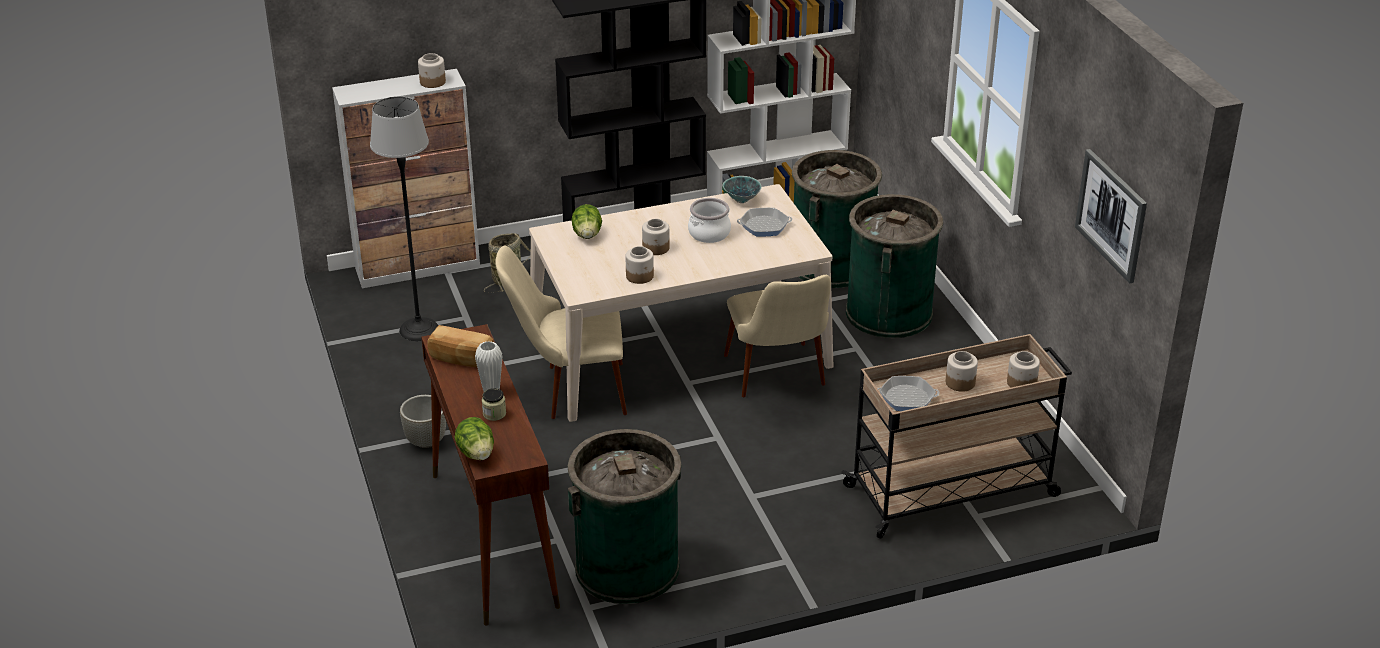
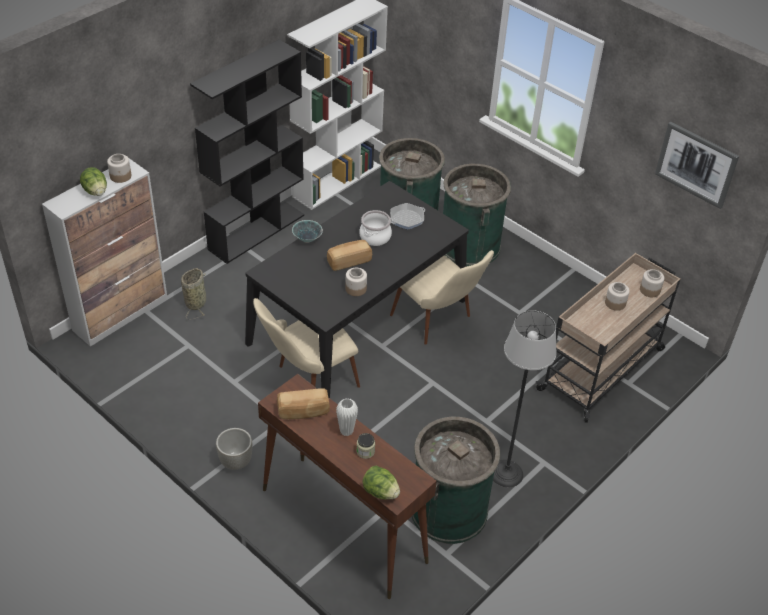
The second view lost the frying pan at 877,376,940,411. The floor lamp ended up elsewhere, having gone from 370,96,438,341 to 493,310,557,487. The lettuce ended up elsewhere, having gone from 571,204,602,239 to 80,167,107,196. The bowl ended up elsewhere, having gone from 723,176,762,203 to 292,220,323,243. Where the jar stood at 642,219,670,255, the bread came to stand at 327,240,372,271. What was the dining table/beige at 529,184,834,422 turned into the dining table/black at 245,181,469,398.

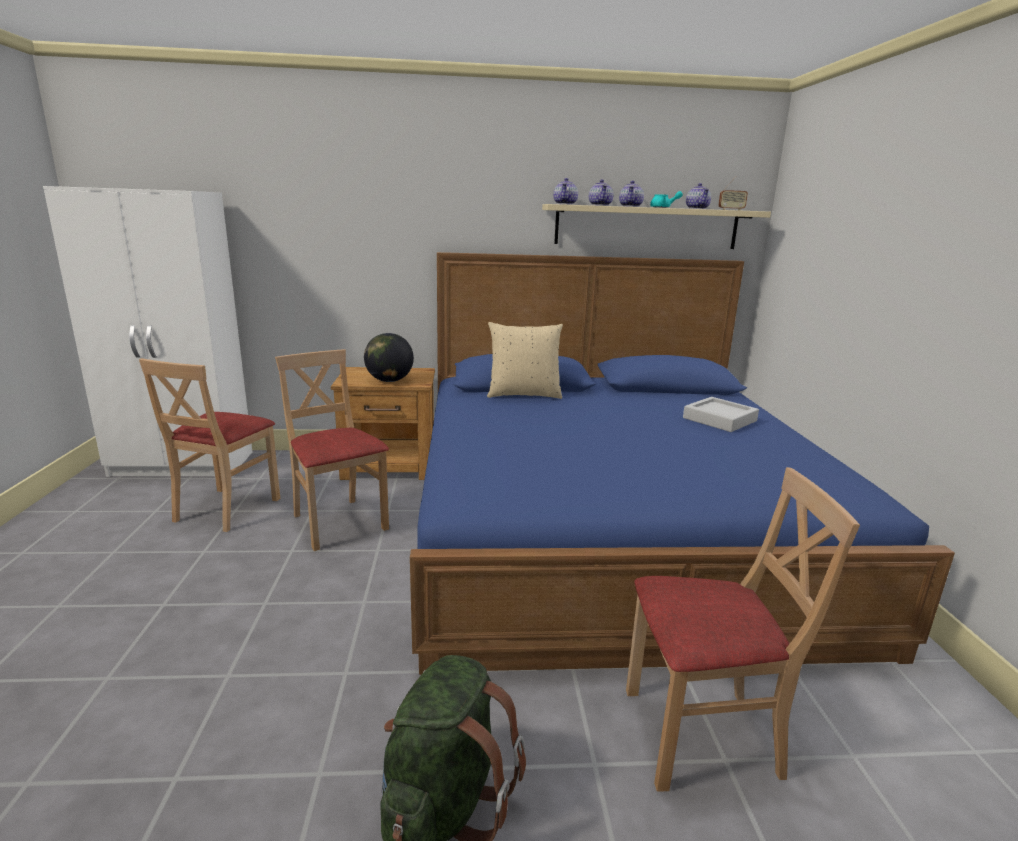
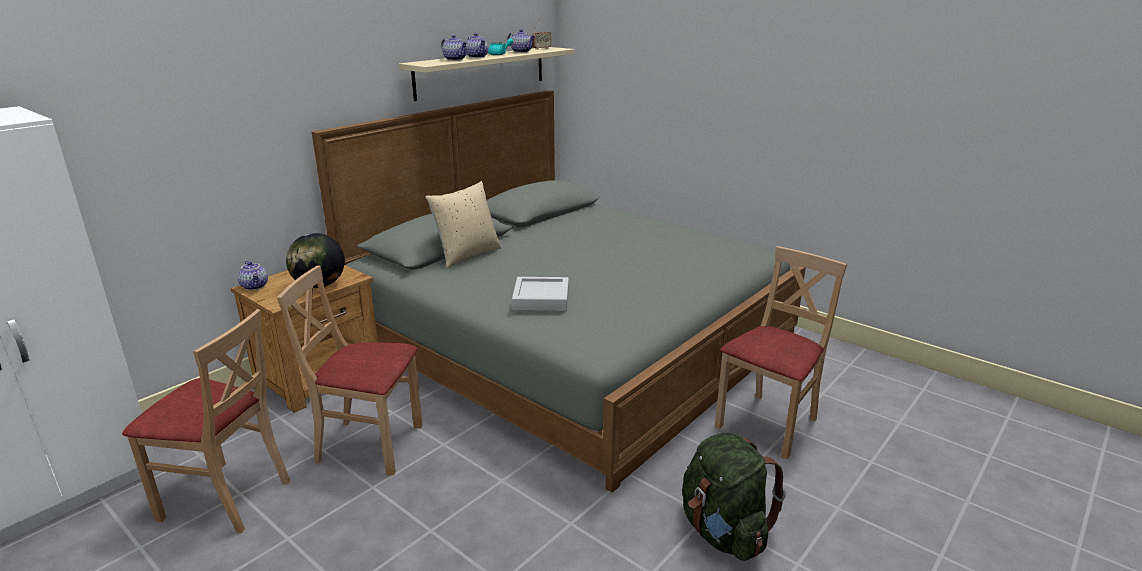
The teapot ended up elsewhere, having gone from 553,178,578,205 to 237,261,268,290. The tray/grey ended up elsewhere, having gone from 683,397,759,432 to 512,277,569,311. What was the bed/blue at 410,252,955,675 turned into the bed/grey at 312,90,806,493. The chair/beige at 139,358,280,532 ended up facing another way, 45 degrees counterclockwise from before.

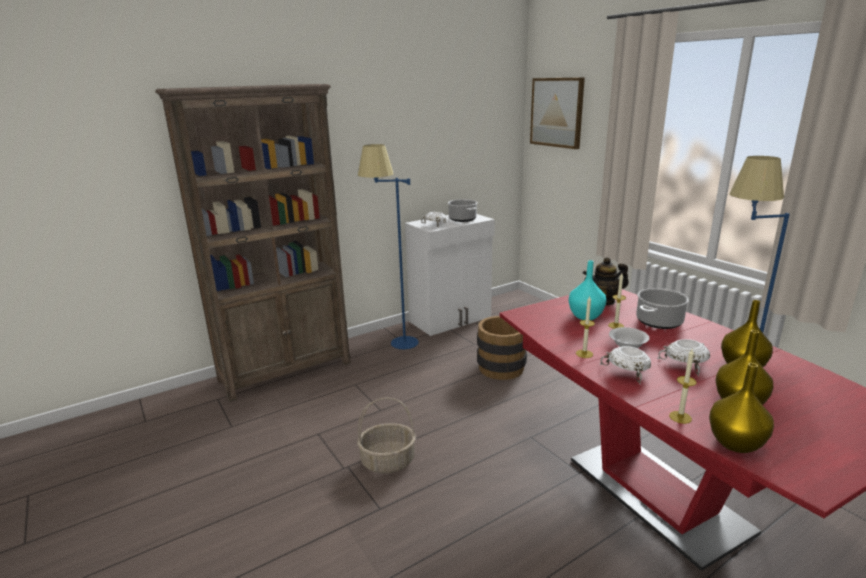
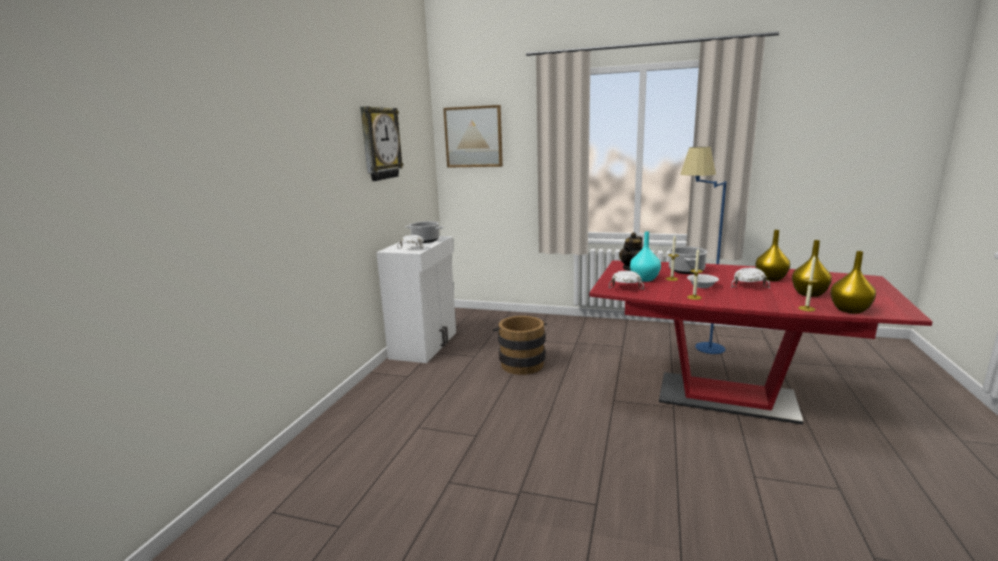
The second view lost the bookcase/brown at 155,84,351,402. The second view lost the basket at 357,397,416,474. The second view lost the floor lamp/blue at 358,144,419,349. The second view gained the wall clock at 360,106,403,181. The bowl/white ended up elsewhere, having gone from 600,346,651,385 to 609,271,645,290.

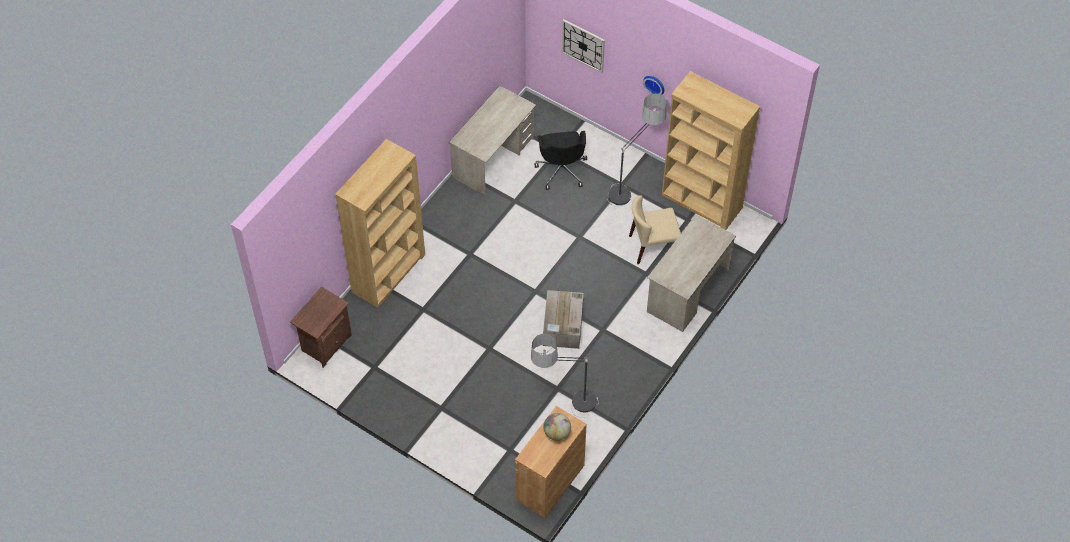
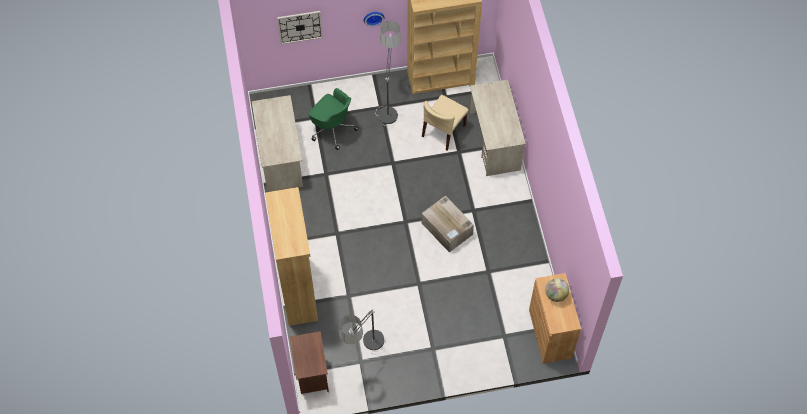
The floor lamp ended up elsewhere, having gone from 531,334,599,418 to 339,310,385,355. What was the office chair/black at 535,131,587,190 turned into the office chair/green at 308,88,359,150.

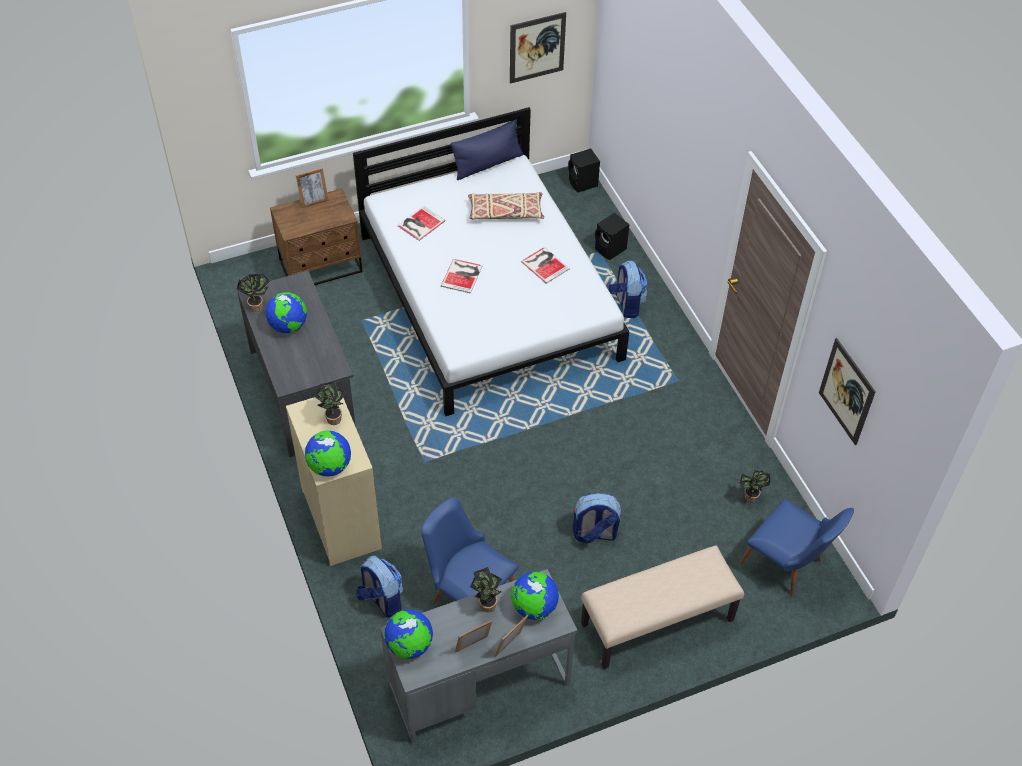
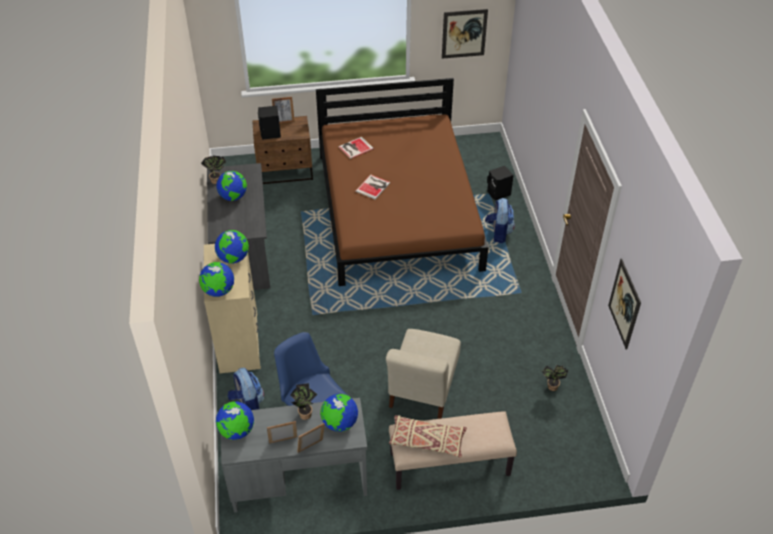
The second view lost the pillow/blue at 450,120,523,180. The second view lost the book at 521,247,570,284. The second view lost the chair/blue at 740,498,854,596. The pillow/beige ended up elsewhere, having gone from 468,192,544,220 to 389,415,467,458. The speaker/black ended up elsewhere, having gone from 568,149,600,192 to 258,106,281,140. Where the potted plant stood at 314,381,346,425, the globe came to stand at 215,230,249,264. Where the backpack stood at 573,493,621,543, the chair/beige came to stand at 386,329,461,419. What was the bed/white at 353,107,629,416 turned into the bed/brown at 316,78,488,286.

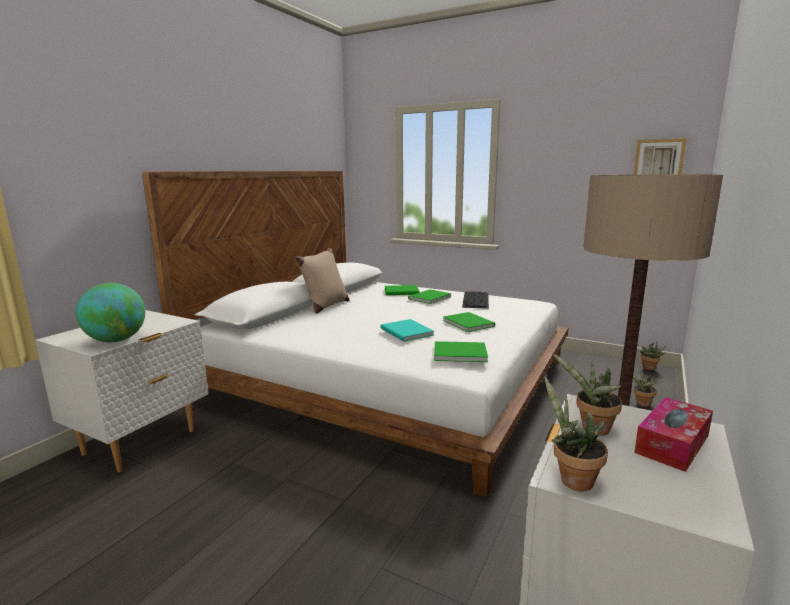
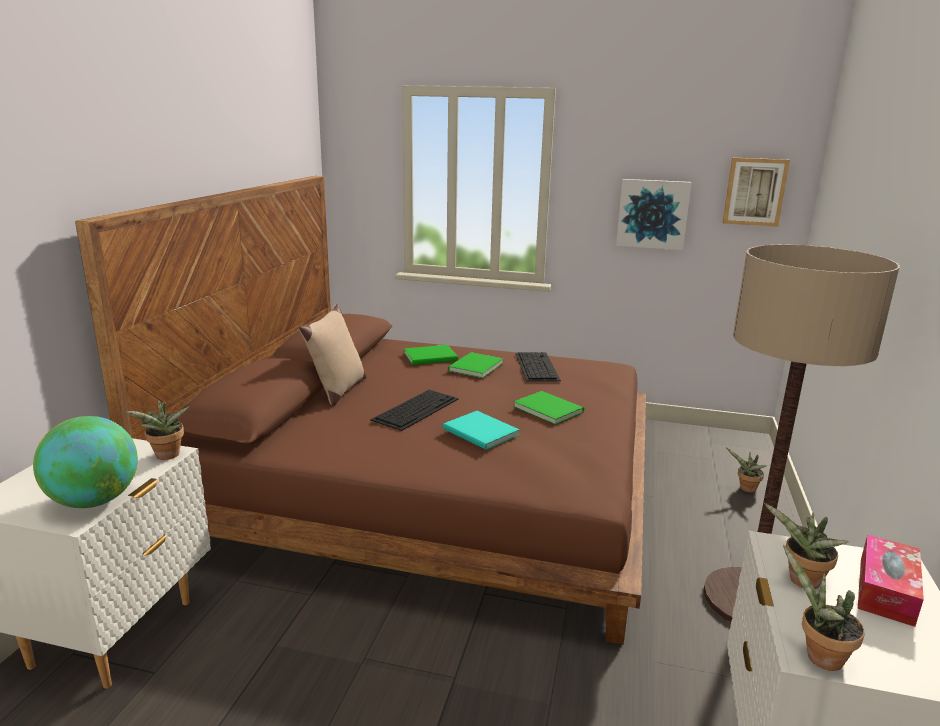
The second view lost the book/green at 434,341,488,362. The second view gained the keyboard at 370,390,459,431. The second view gained the picture at 616,179,692,250. The potted plant ended up elsewhere, having gone from 640,342,667,370 to 124,400,189,460. What was the bed/white at 142,171,569,498 turned into the bed/brown at 75,176,646,645.

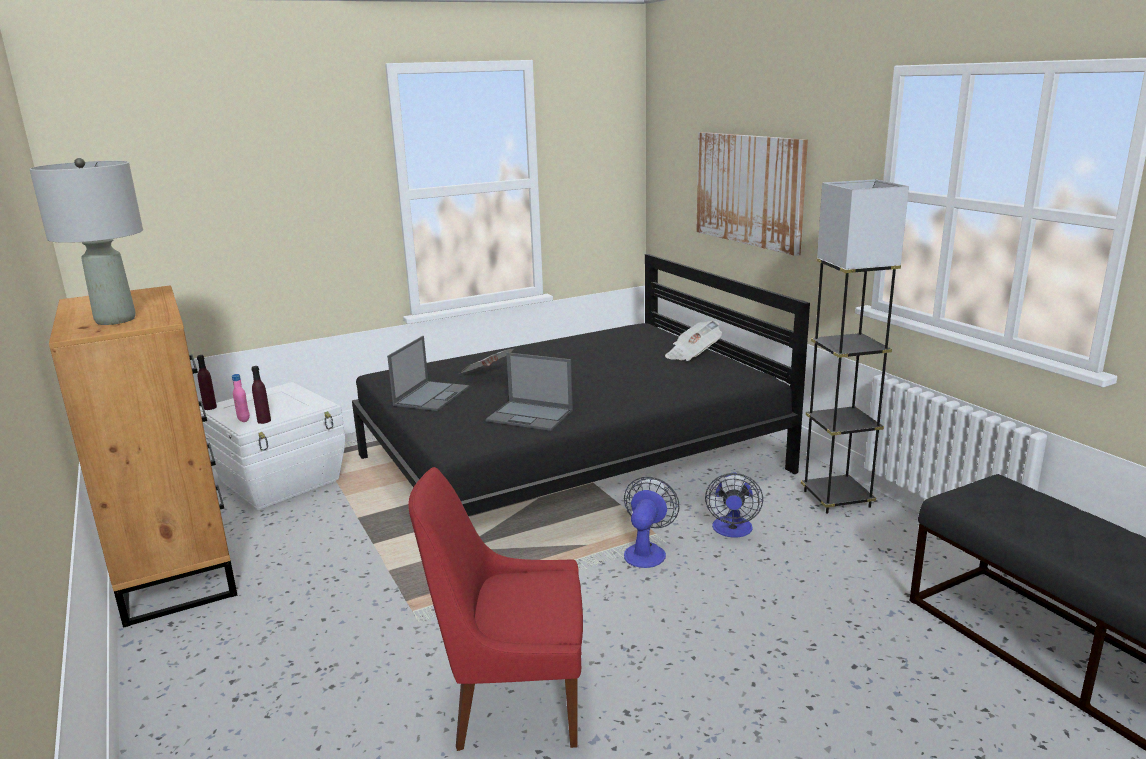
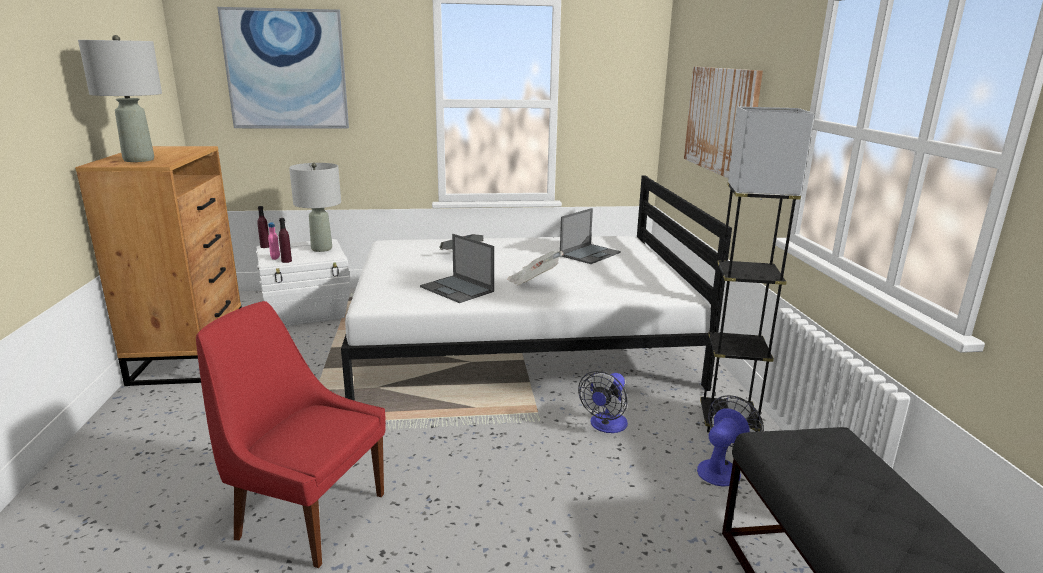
The second view gained the picture at 217,7,349,129. The second view gained the table lamp/grey at 289,163,341,252. The laptop ended up elsewhere, having gone from 387,336,469,411 to 560,208,621,264. The fan ended up elsewhere, having gone from 624,477,679,568 to 697,395,764,487. The newspaper ended up elsewhere, having gone from 665,321,722,361 to 508,251,564,285. What was the bed/black at 352,254,810,516 turned into the bed/white at 341,175,732,401.

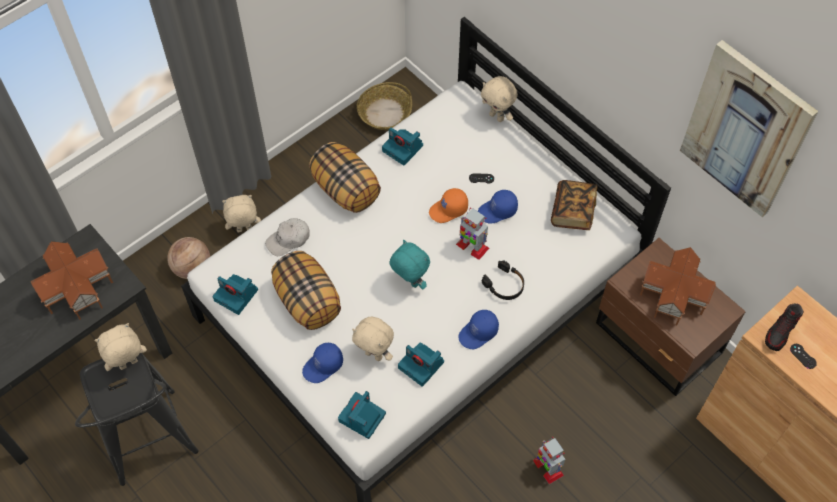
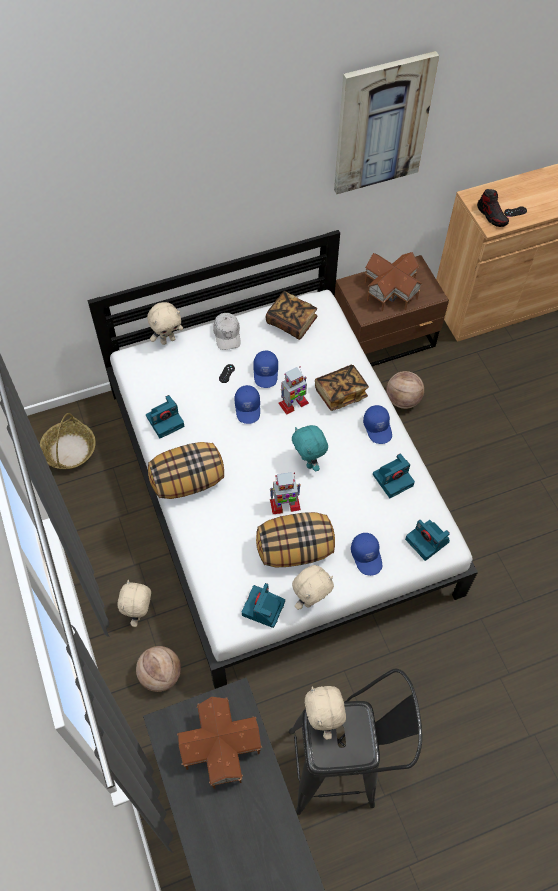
The second view gained the basketball at 386,371,424,409. The cap/white ended up elsewhere, having gone from 265,218,310,256 to 213,313,240,350. The plush toy/beige ended up elsewhere, having gone from 352,317,394,361 to 292,565,334,610. The toy robot ended up elsewhere, having gone from 533,437,565,484 to 270,472,301,514. Where the headphones/black stood at 482,260,524,300, the book came to stand at 315,364,369,411. What was the cap/orange at 429,188,468,223 turned into the cap/blue at 235,385,260,424. The photo camera at 213,274,258,315 ended up facing another way, 150 degrees clockwise from before. The plush toy/turquoise at 390,240,430,289 ended up facing another way, 90 degrees counterclockwise from before.

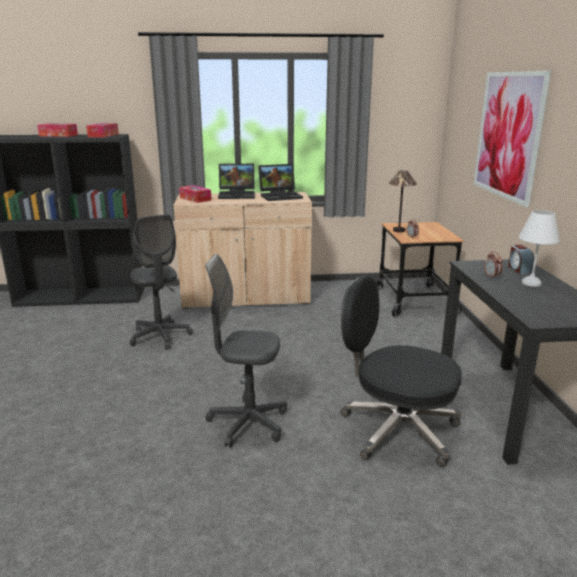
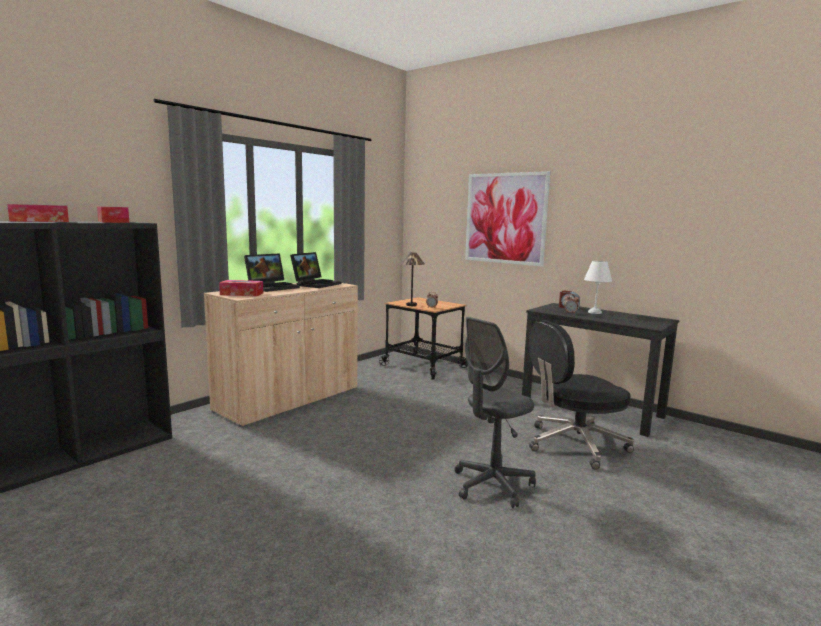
The second view lost the office chair/grey at 130,214,193,350.

